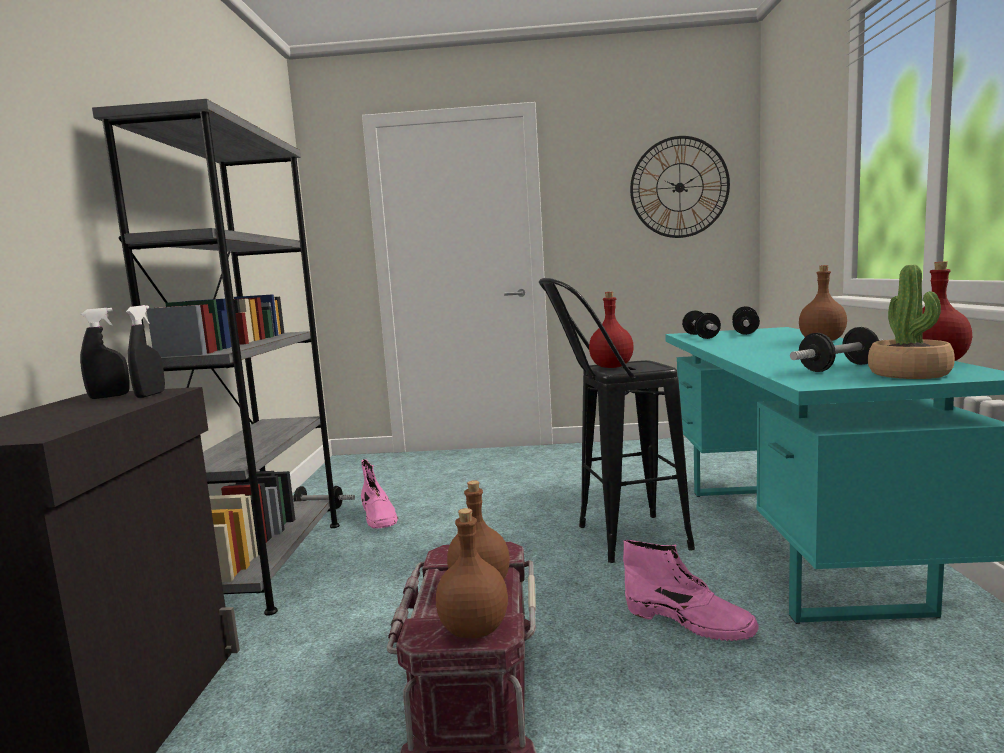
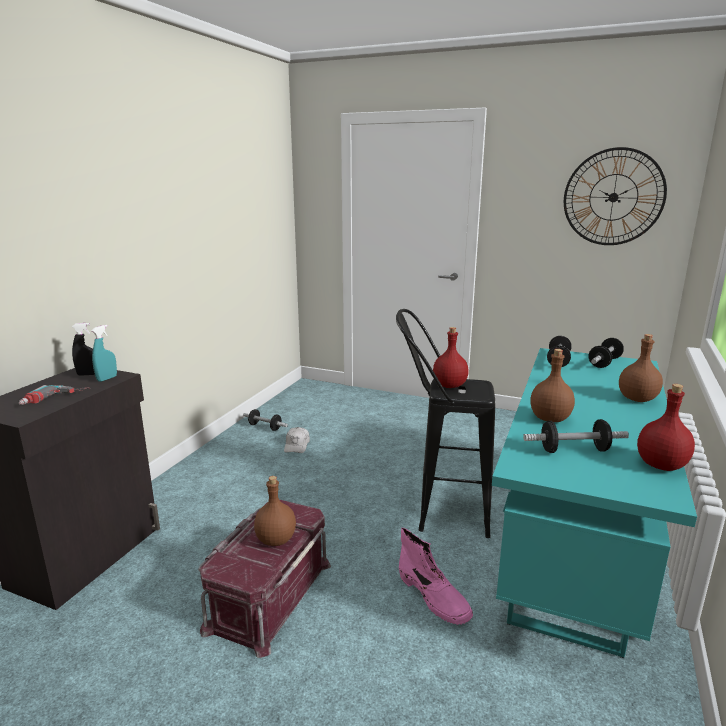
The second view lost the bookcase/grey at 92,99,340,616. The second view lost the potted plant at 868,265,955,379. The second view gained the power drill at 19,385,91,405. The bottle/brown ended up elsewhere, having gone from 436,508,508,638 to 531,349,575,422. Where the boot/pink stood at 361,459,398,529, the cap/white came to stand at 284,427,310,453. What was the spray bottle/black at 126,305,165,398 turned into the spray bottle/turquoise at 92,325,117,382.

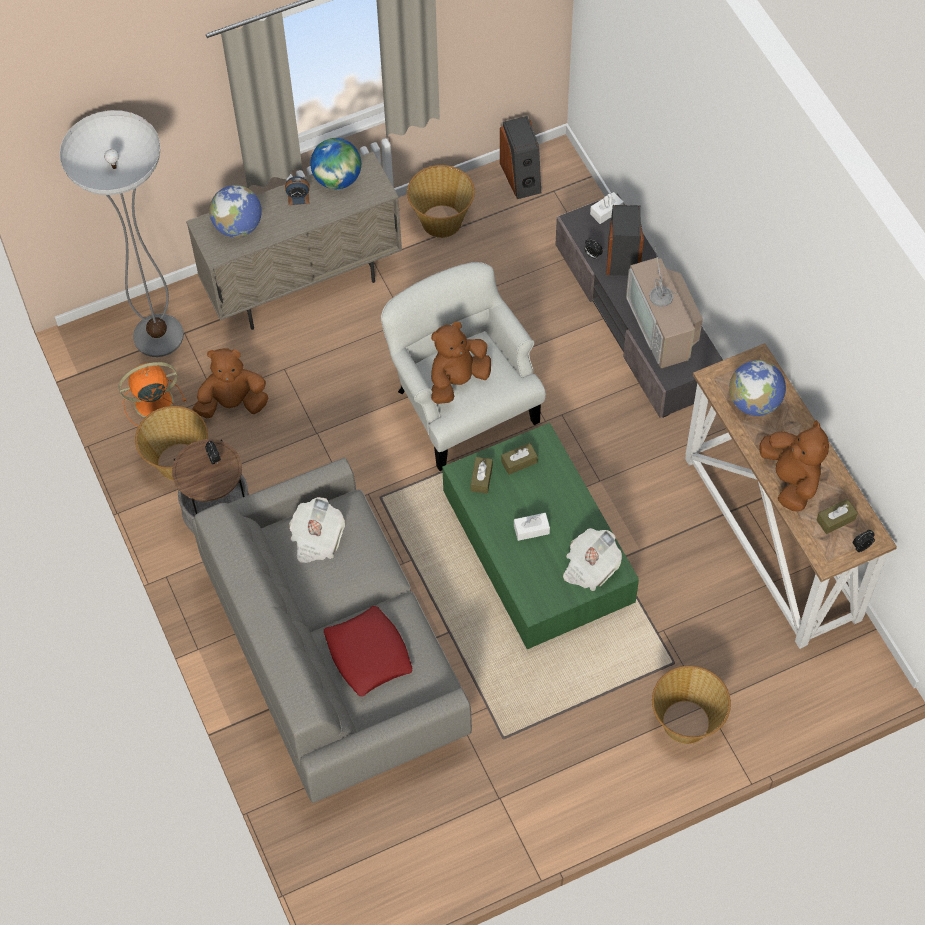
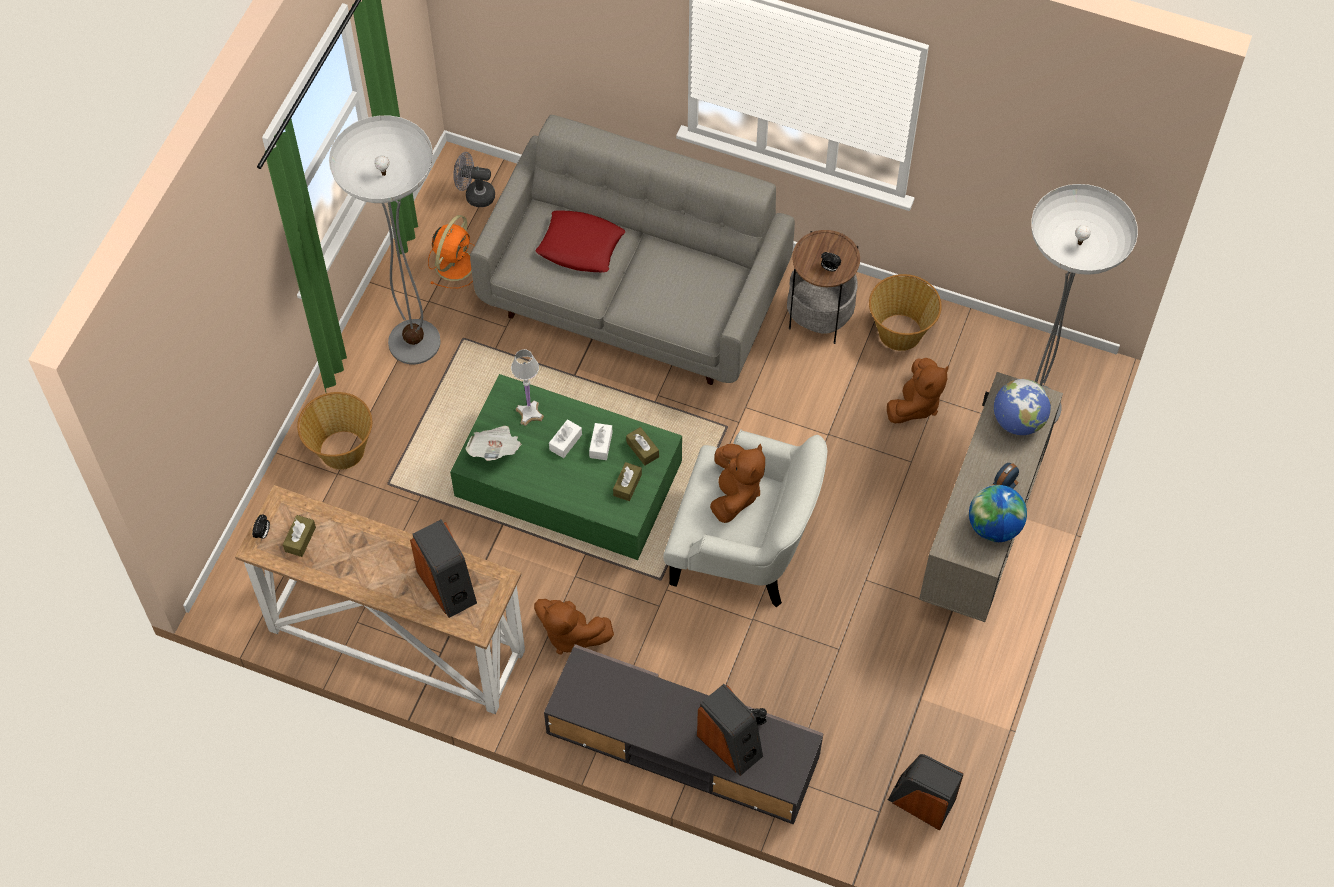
The second view lost the newspaper at 289,497,345,563. The second view lost the basket at 407,165,475,238. The second view lost the television at 626,246,703,368. The second view gained the floor lamp at 329,115,441,364. The second view gained the fan/grey at 453,152,495,207. The second view gained the table lamp/white at 511,349,544,426. The fan/orange ended up elsewhere, having gone from 119,362,186,426 to 428,215,475,288. The tissue box/white ended up elsewhere, having gone from 590,192,624,224 to 589,423,612,460. The plush toy/brown ended up elsewhere, having gone from 759,420,829,511 to 534,599,614,655. Where the globe stood at 729,360,786,416, the speaker came to stand at 410,519,477,618.

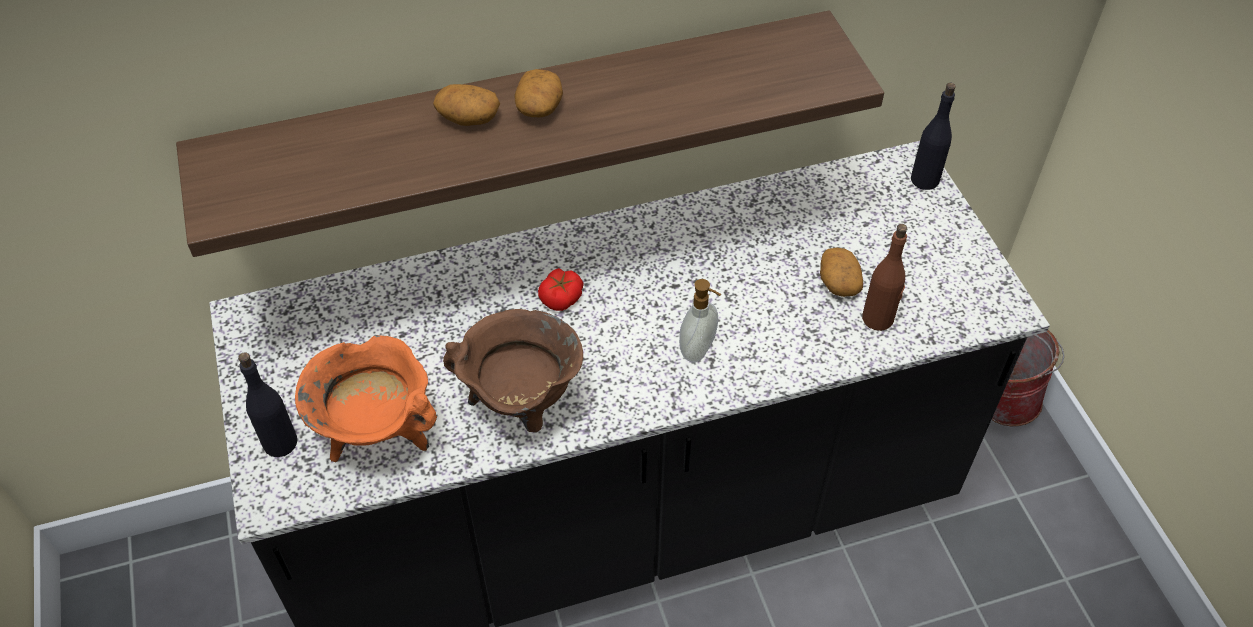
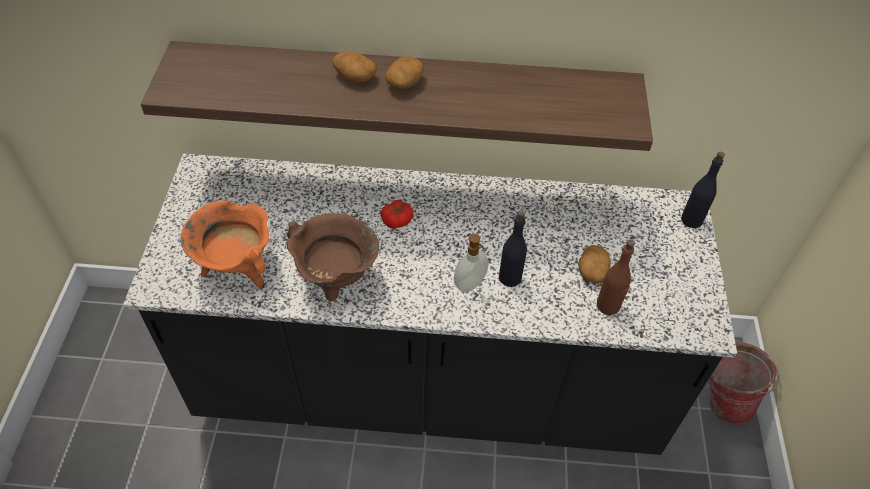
The bottle/black ended up elsewhere, having gone from 238,352,297,457 to 499,210,527,287.

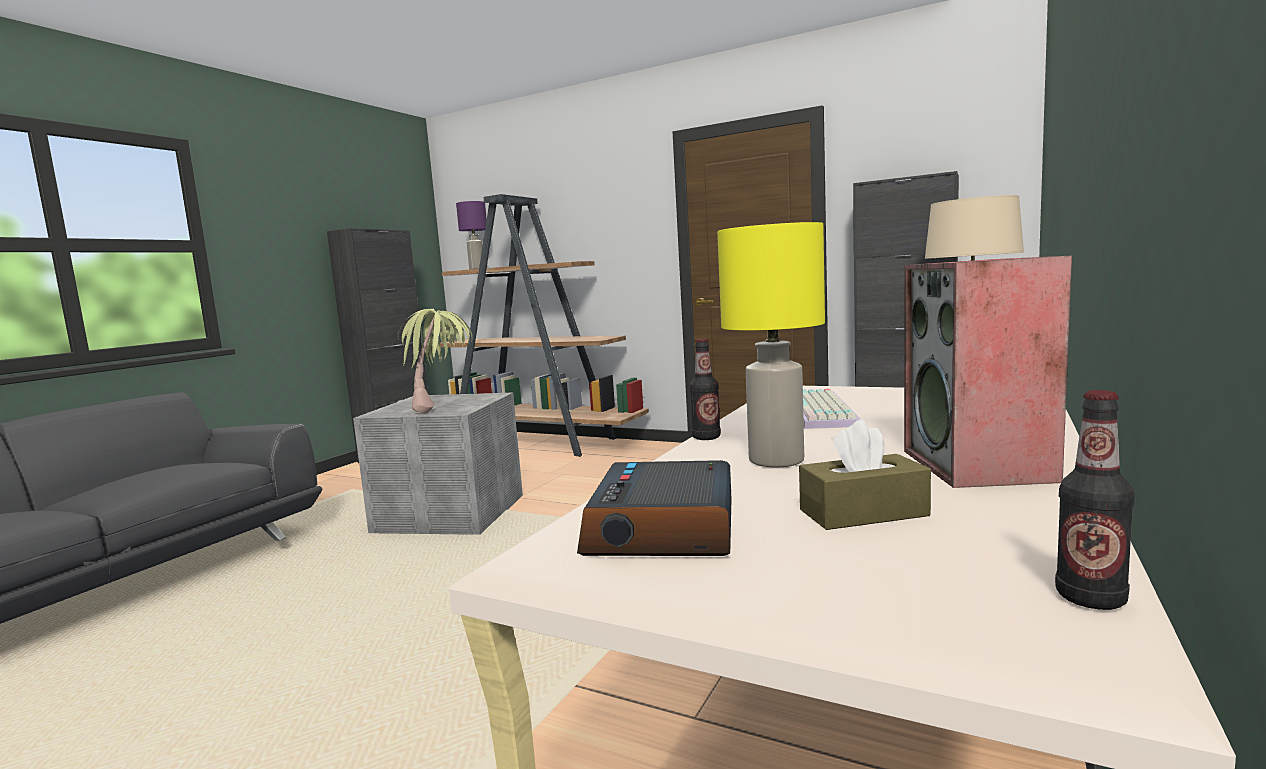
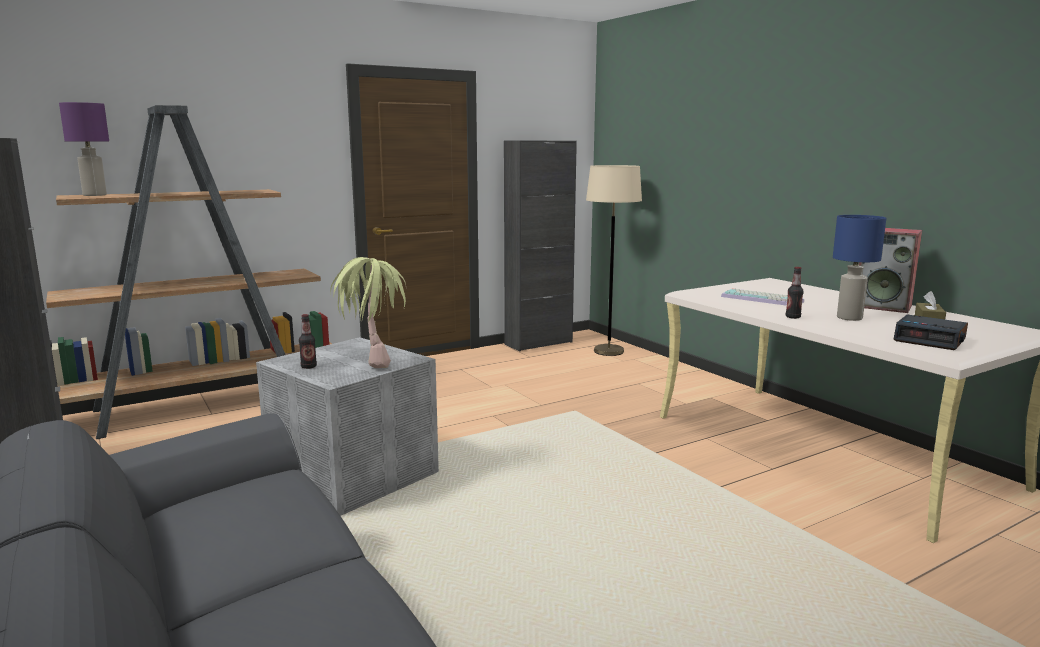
The bottle ended up elsewhere, having gone from 1055,390,1135,610 to 299,314,317,369. What was the table lamp/yellow at 717,222,825,468 turned into the table lamp/blue at 833,215,886,321.

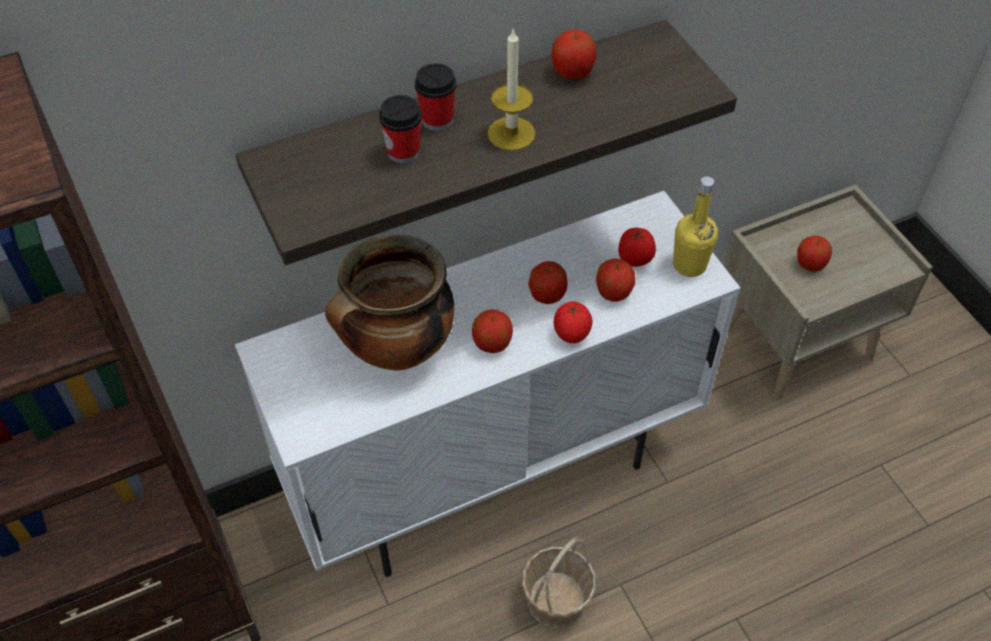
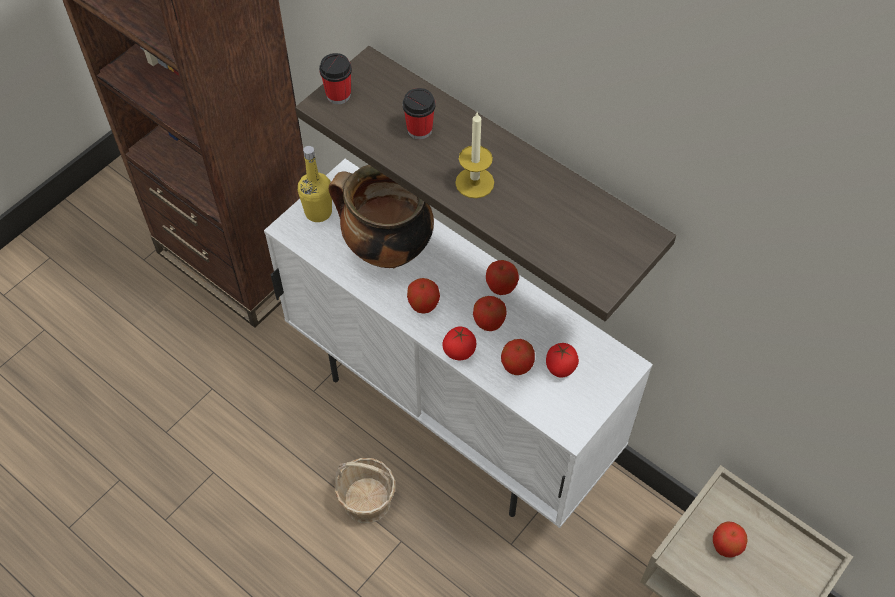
The cup ended up elsewhere, having gone from 414,63,457,131 to 319,53,352,104. The apple ended up elsewhere, having gone from 551,30,596,80 to 486,260,519,295. The bottle/yellow ended up elsewhere, having gone from 673,177,718,277 to 298,146,332,222.

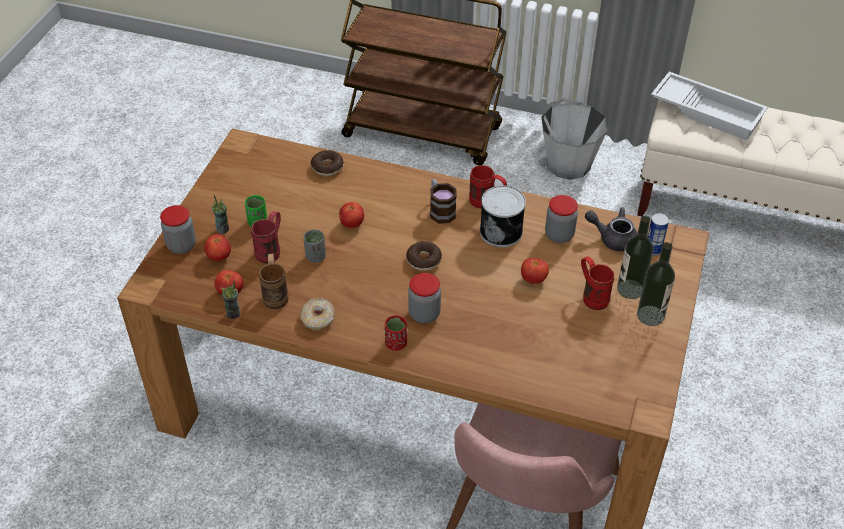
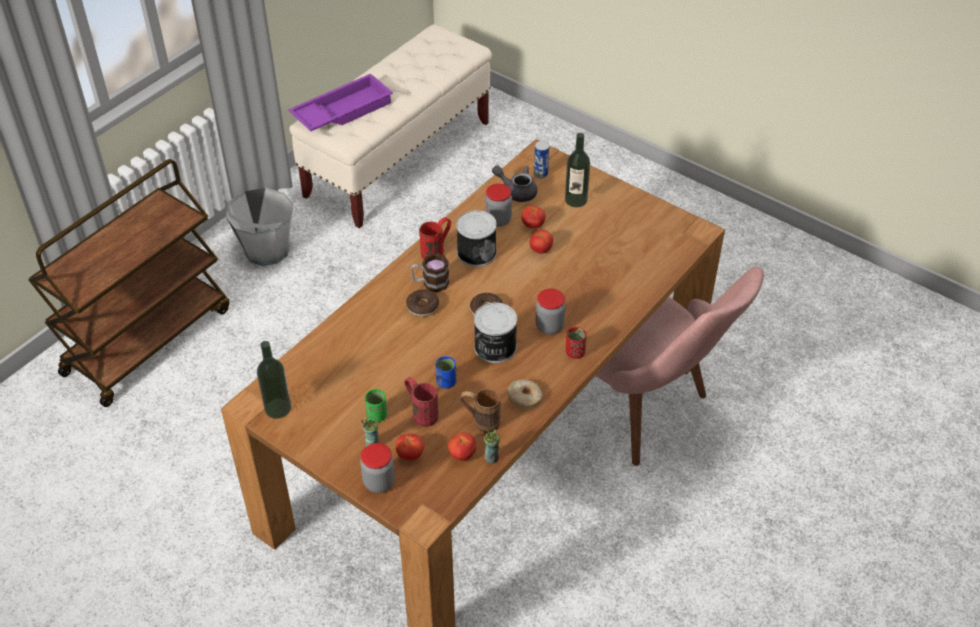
The second view lost the mug/red at 581,256,614,310. The second view gained the can at 474,302,517,363. The donut ended up elsewhere, having gone from 311,150,344,176 to 406,290,439,317. The tomato ended up elsewhere, having gone from 339,202,364,228 to 521,206,546,228. The bottle ended up elsewhere, having gone from 637,242,675,326 to 257,341,291,419. What was the cup/grey at 303,229,326,263 turned into the cup/blue at 436,356,456,389. What was the tray/white at 651,72,768,140 turned into the tray/purple at 288,74,393,131. The teapot/grey at 585,208,637,251 ended up facing another way, 75 degrees clockwise from before.

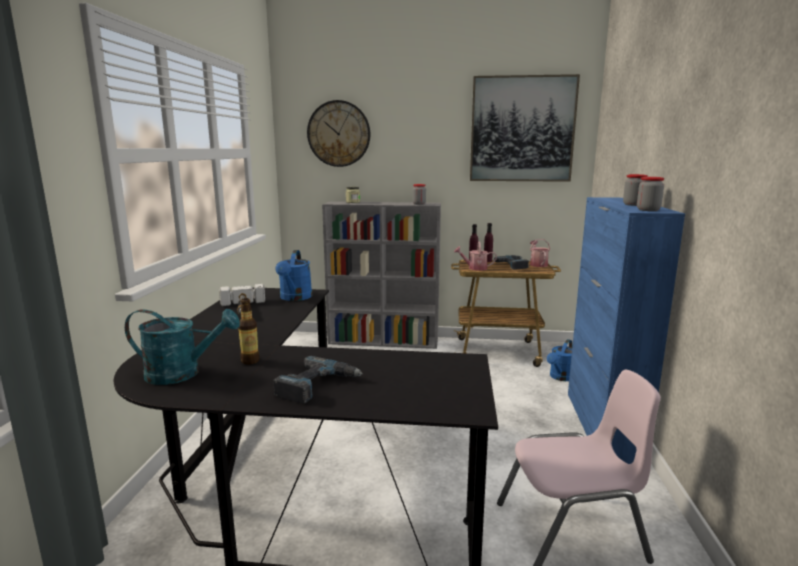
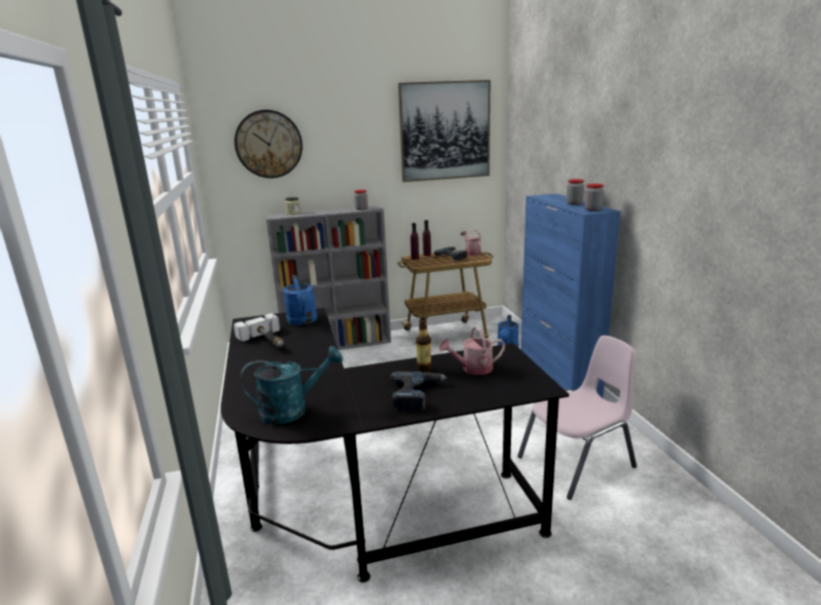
The bottle ended up elsewhere, having gone from 238,298,260,365 to 416,318,432,372. The watering can ended up elsewhere, having gone from 454,241,497,271 to 439,326,505,375.

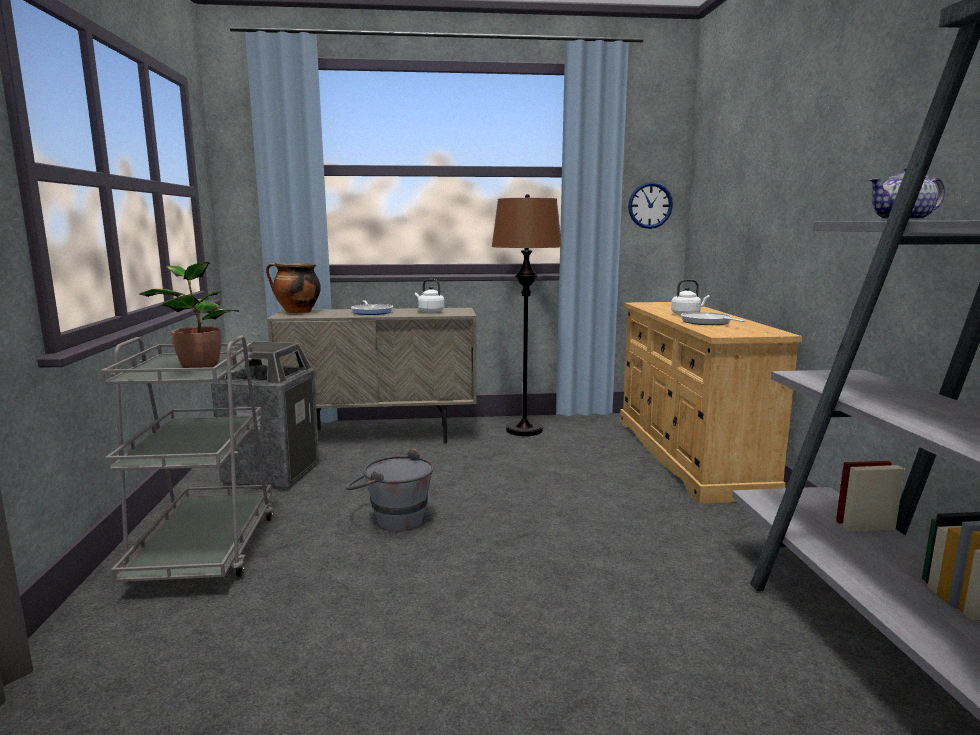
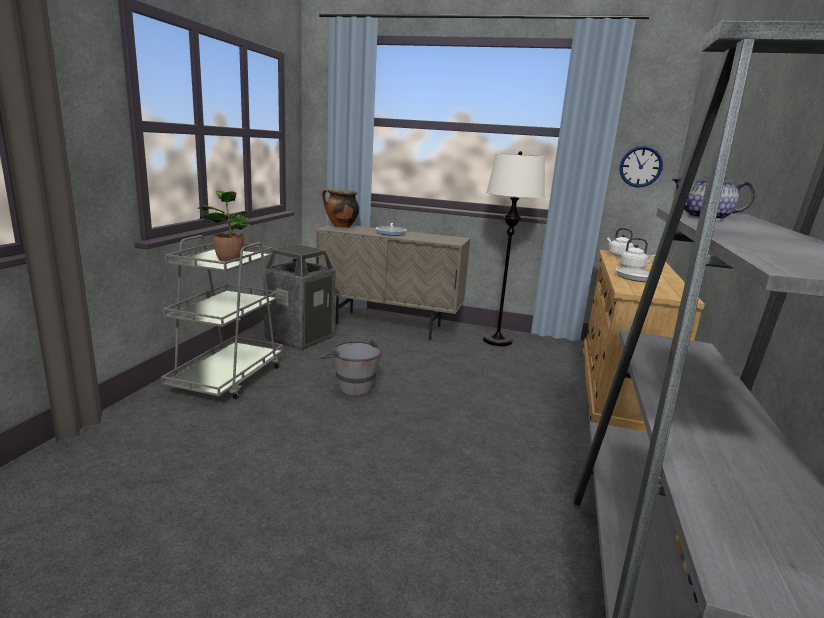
The kettle/white ended up elsewhere, having gone from 415,279,445,313 to 607,228,634,257. What was the floor lamp/brown at 491,194,562,436 turned into the floor lamp/white at 483,151,545,346.

